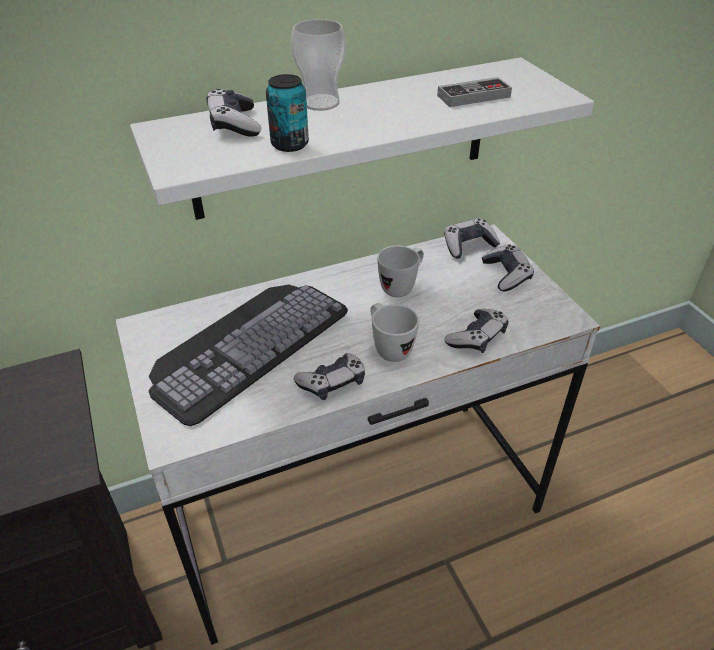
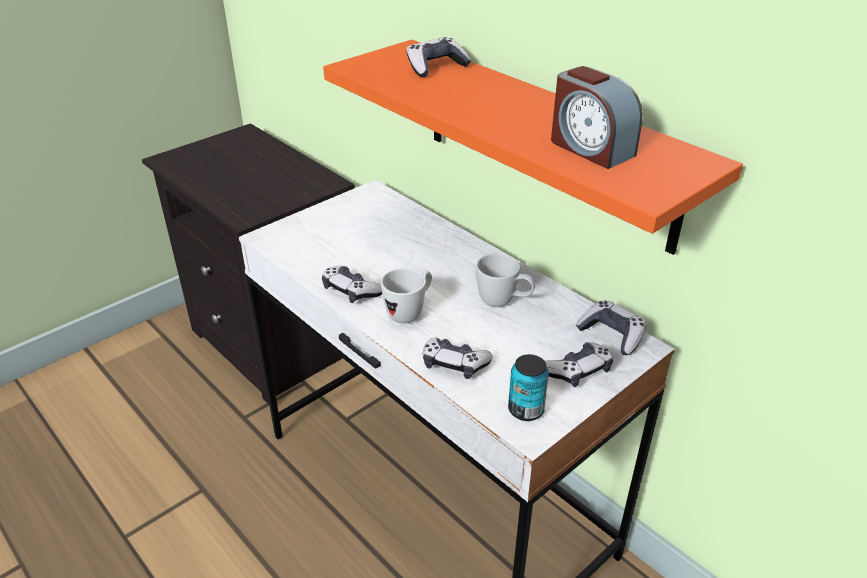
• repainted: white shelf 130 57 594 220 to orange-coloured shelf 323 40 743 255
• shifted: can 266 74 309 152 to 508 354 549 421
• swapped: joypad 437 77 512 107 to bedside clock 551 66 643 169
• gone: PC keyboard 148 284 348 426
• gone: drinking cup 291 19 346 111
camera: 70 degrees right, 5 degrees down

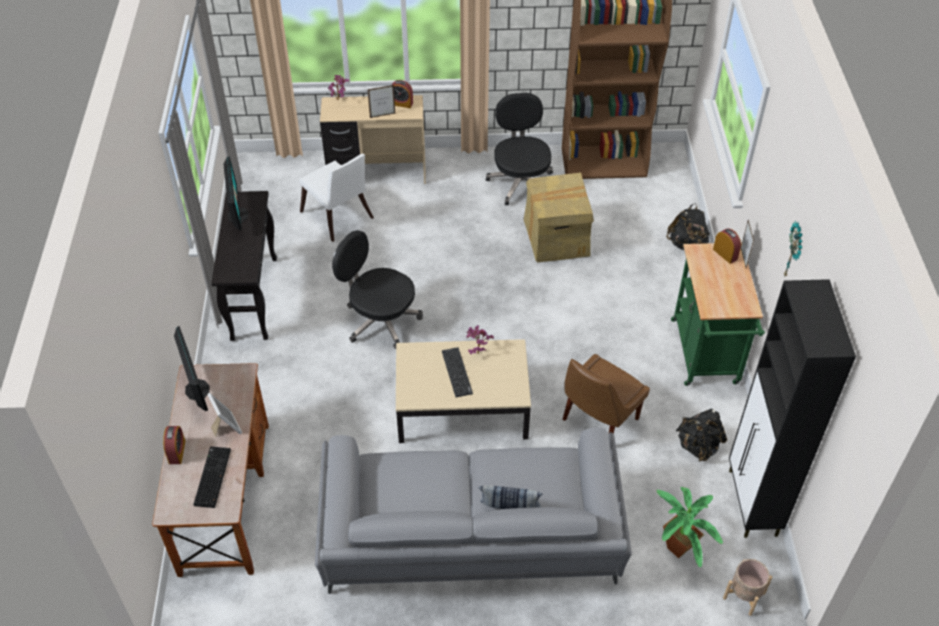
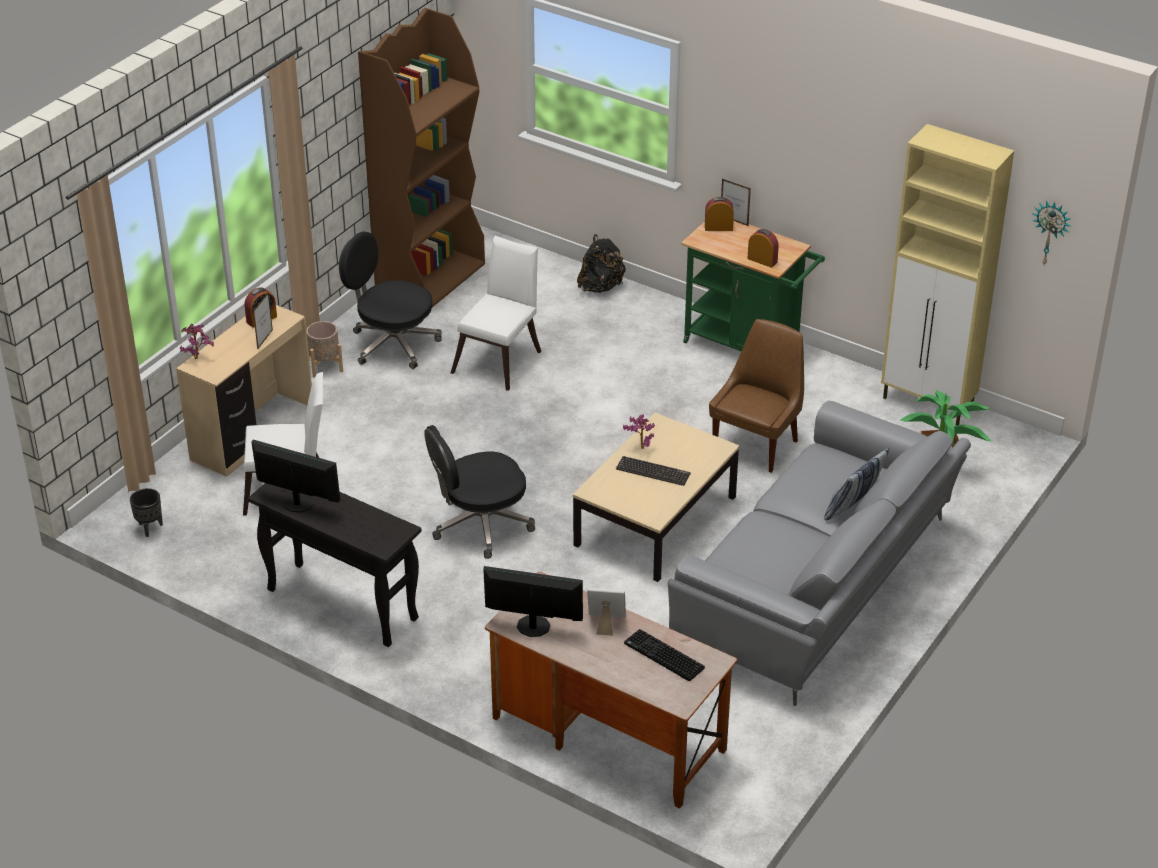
• new: blackish planter 130 488 163 537
• shifted: sand-coloured planter 723 559 772 616 to 306 321 343 377
• swapped: carton 523 173 594 262 to white plain chair 451 236 541 391
• rotated: brownish plain chair 563 354 650 434 = 709 319 804 473 135 degrees counterclockwise
• shifted: bedside clock 163 426 185 464 to 747 229 779 268
• repainted: blackish cupboard 729 279 856 538 to sand-coloured cupboard 881 124 1014 425
• shifted: clock on the wall 784 220 802 278 to 1033 201 1071 265
• gone: blackish knapsack 676 409 727 462
camera: 55 degrees left, 10 degrees down

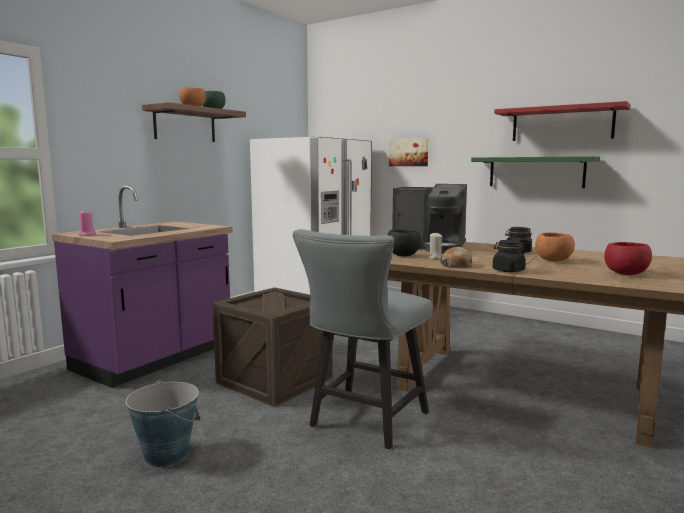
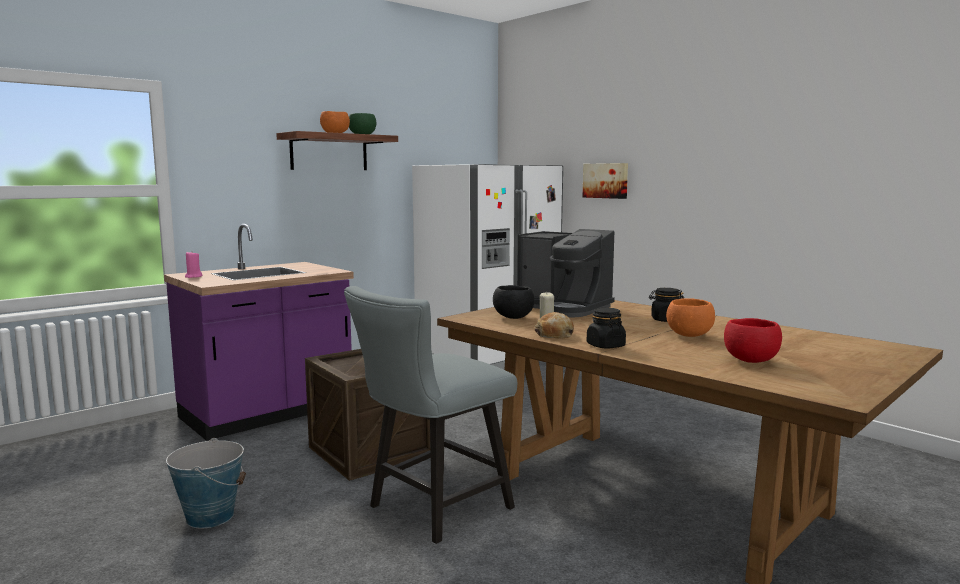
• gone: green-coloured shelf 471 156 600 188
• gone: red-coloured shelf 494 101 630 141
camera: 15 degrees right, 0 degrees up

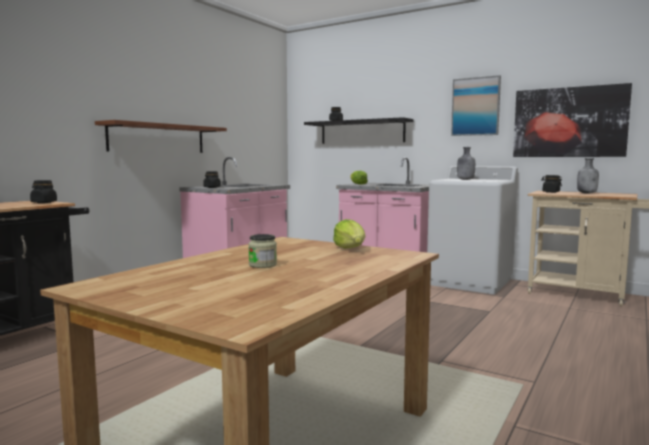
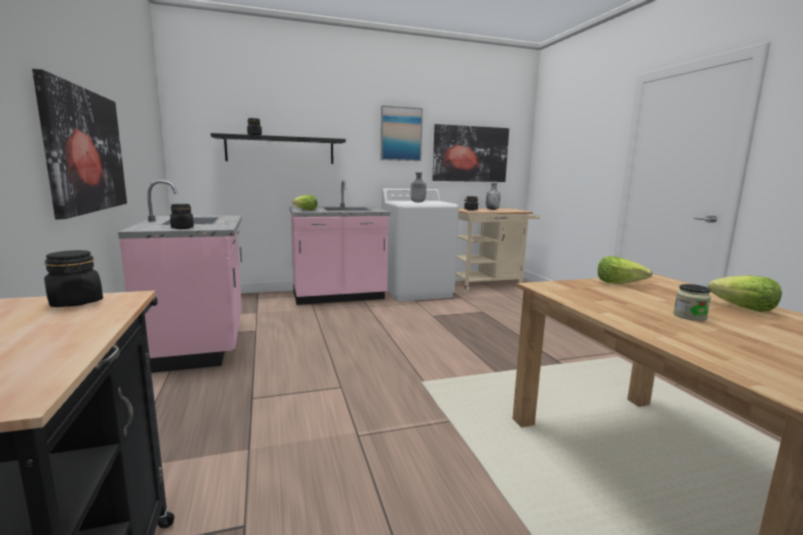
• swapped: brownish shelf 95 120 227 153 to wall picture 32 69 127 219
• new: lettuce head 708 275 782 312
camera: 50 degrees left, 5 degrees up

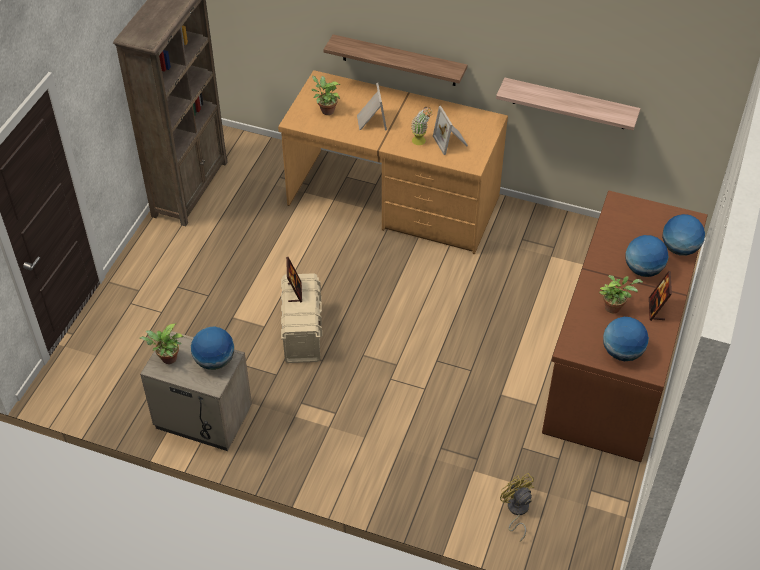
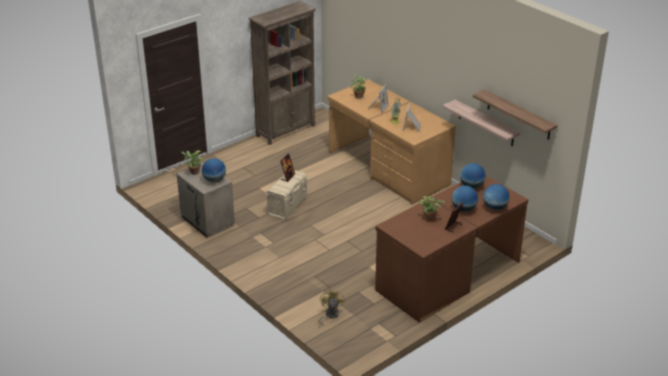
• shifted: world globe 603 317 649 361 to 460 163 486 189
• shifted: shelf 324 34 467 86 to 473 89 558 140
camera: 30 degrees right, 15 degrees down

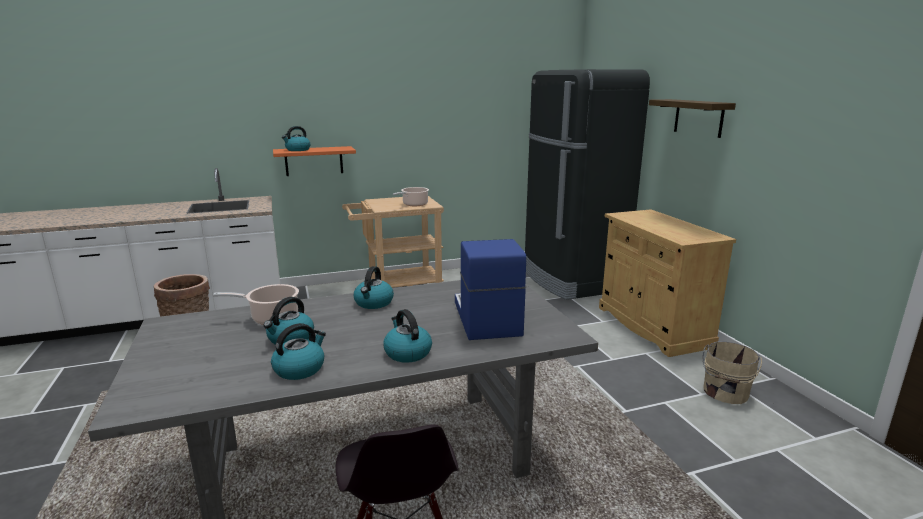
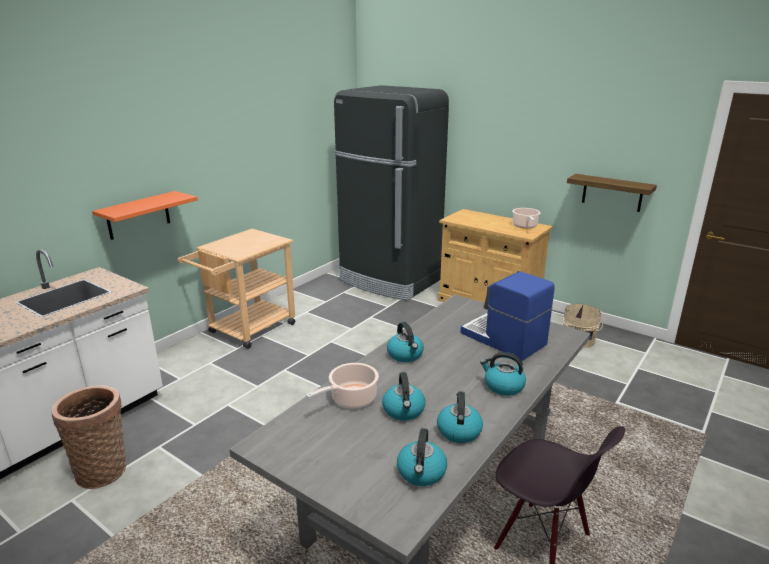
• shifted: tea kettle 282 126 310 151 to 397 428 447 486
• shifted: saucepot 393 187 429 206 to 512 208 541 229
• shifted: shelf 649 99 736 138 to 567 174 657 212
camera: 35 degrees left, 5 degrees up

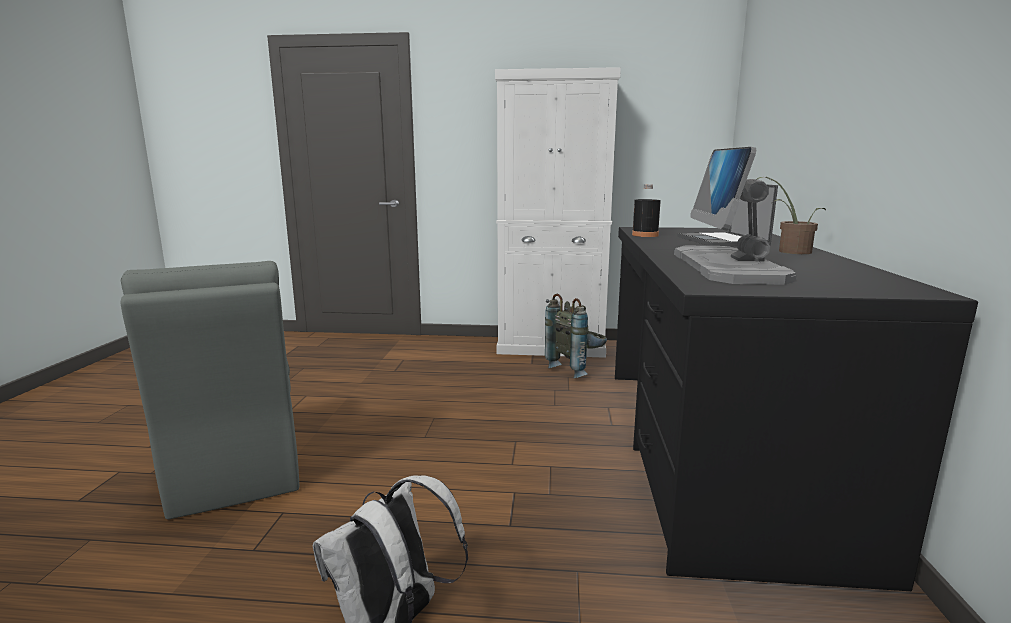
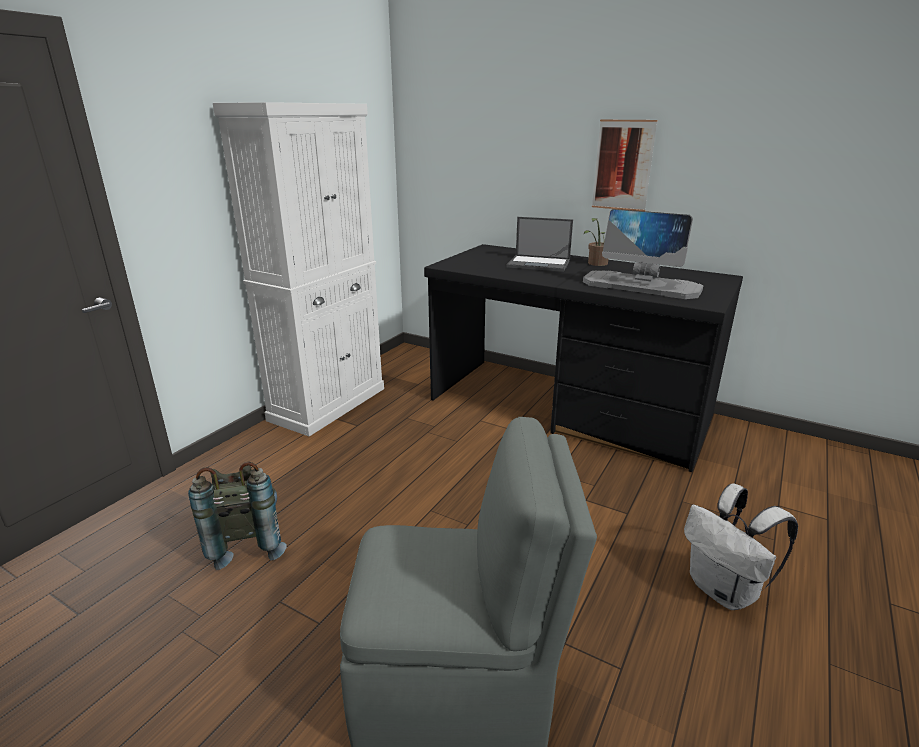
• shifted: gray knapsack 545 294 607 379 to 188 462 287 570
• new: wall picture 592 120 657 211
• gone: blackish beverage bottle 632 184 661 237
camera: 65 degrees left, 10 degrees up

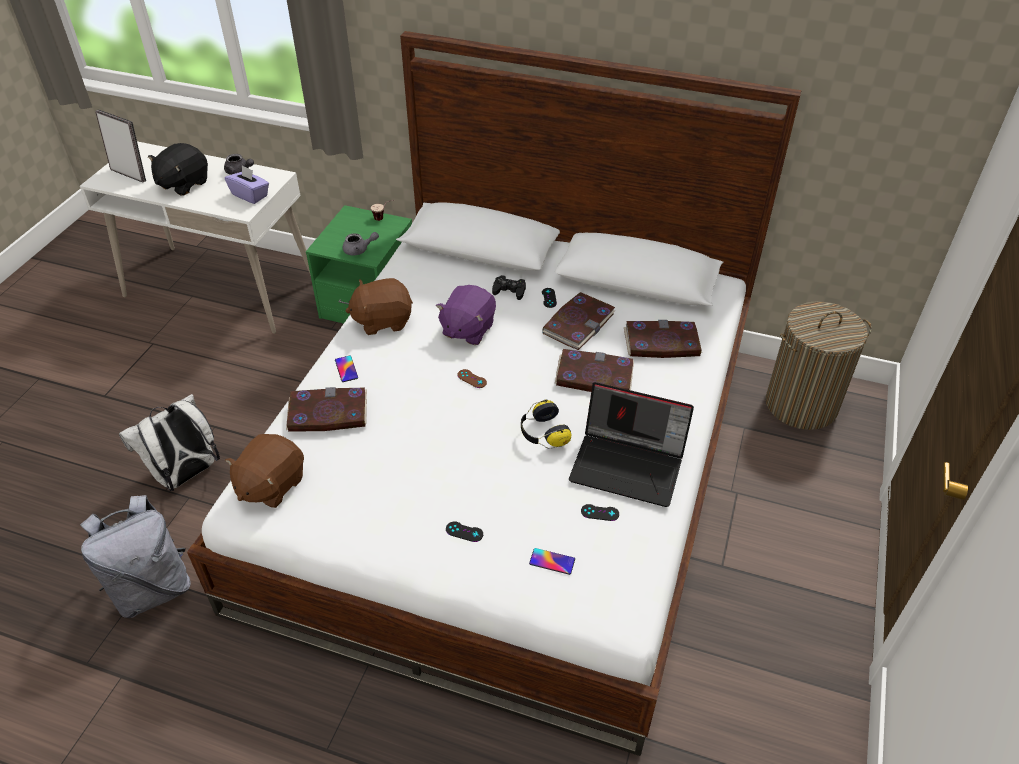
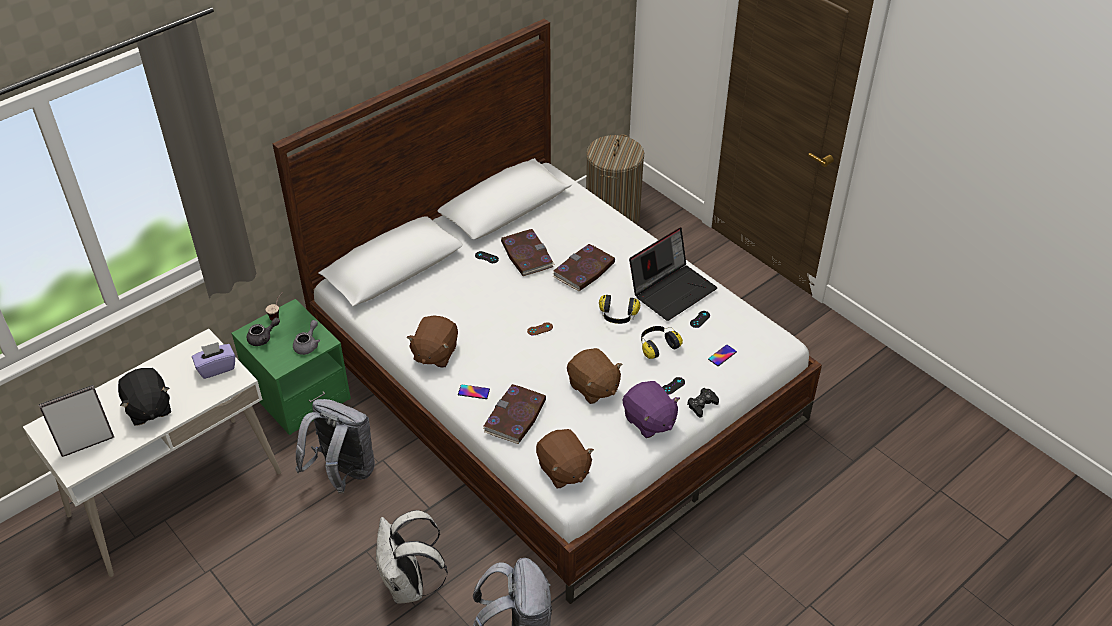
• shifted: gray tea pot 224 154 254 175 to 247 318 280 346
• new: gray knapsack 295 399 375 494
• new: brownish cuddly toy 567 348 622 404
• shifted: purplish cuddly toy 436 285 496 345 to 623 381 680 438
• new: headset 641 326 683 359
• shifted: blackish joypad 492 275 526 300 to 687 388 719 418
• gone: bound book 624 320 702 358
camera: 60 degrees left, 0 degrees up

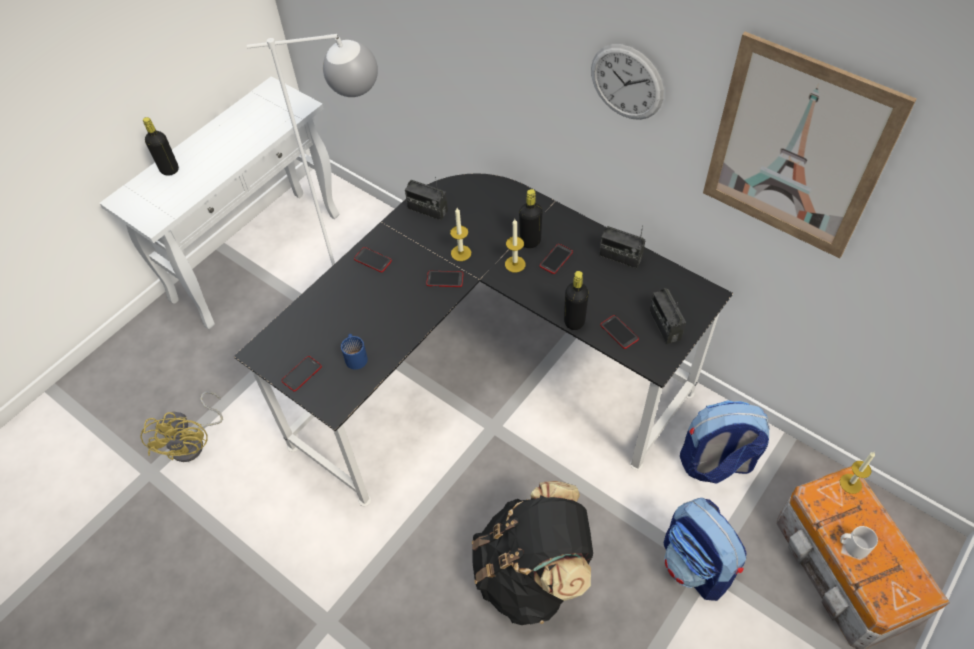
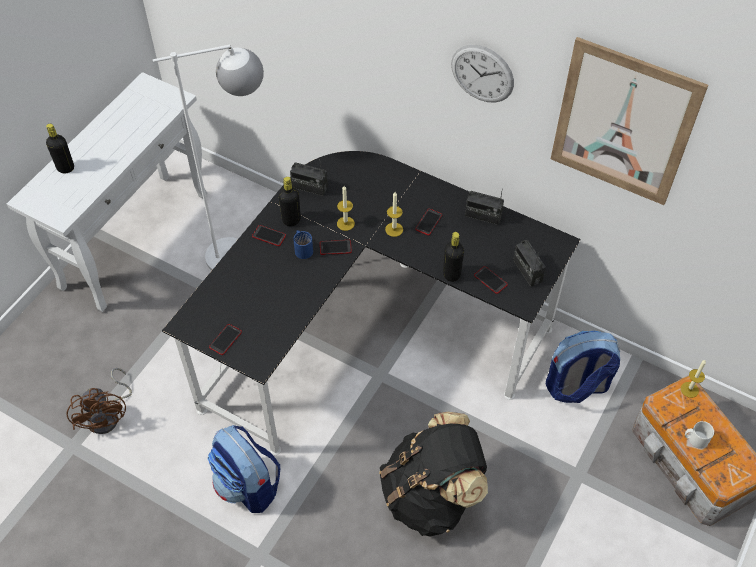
• repainted: yellowish electric fan 141 391 223 462 to brownish electric fan 66 368 132 434
• shifted: knapsack 664 498 747 601 to 207 425 280 513
• shifted: blackish beverage bottle 519 189 543 248 to 279 177 301 226
• shifted: bluish mug 341 334 368 370 to 293 230 313 259
camera: 10 degrees left, 0 degrees up

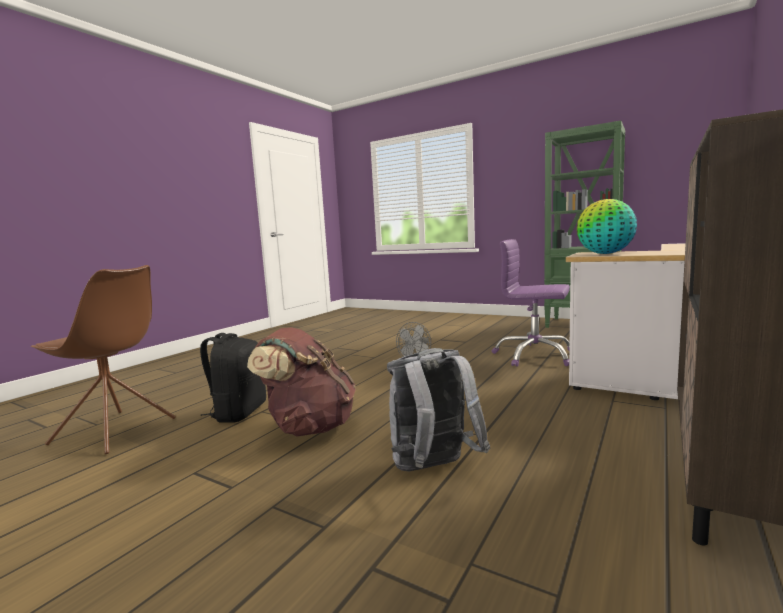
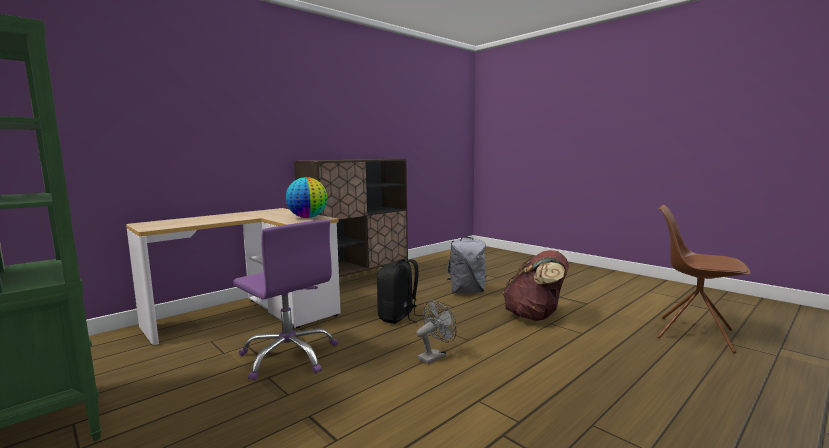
• shifted: blackish knapsack 200 333 266 422 to 377 259 424 324
camera: 165 degrees left, 0 degrees up

